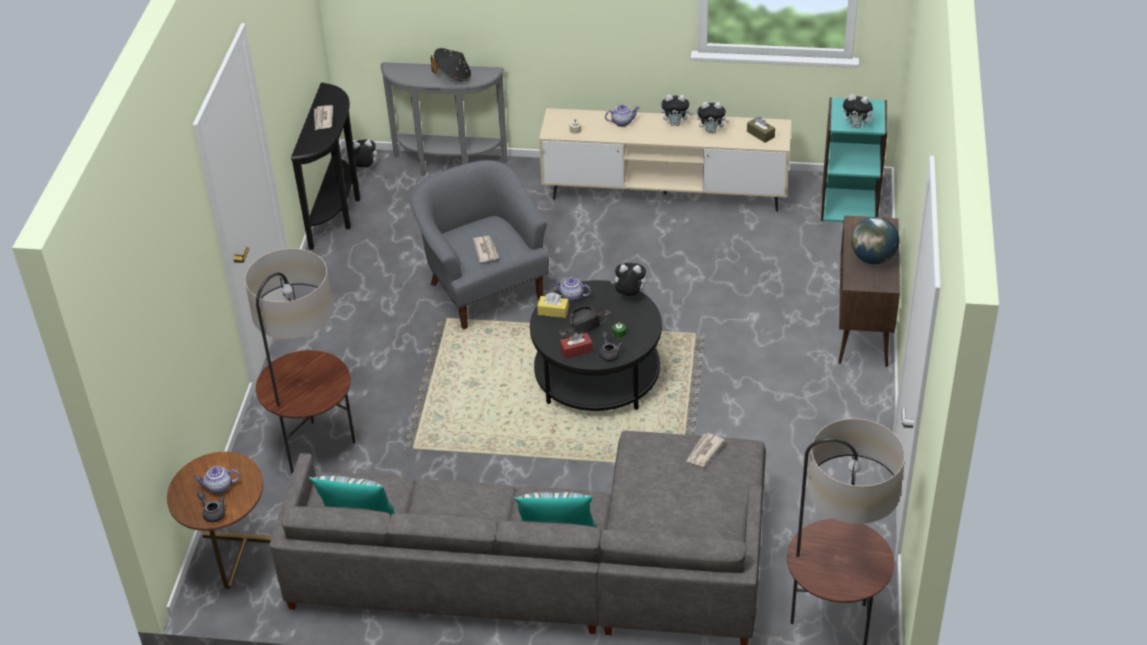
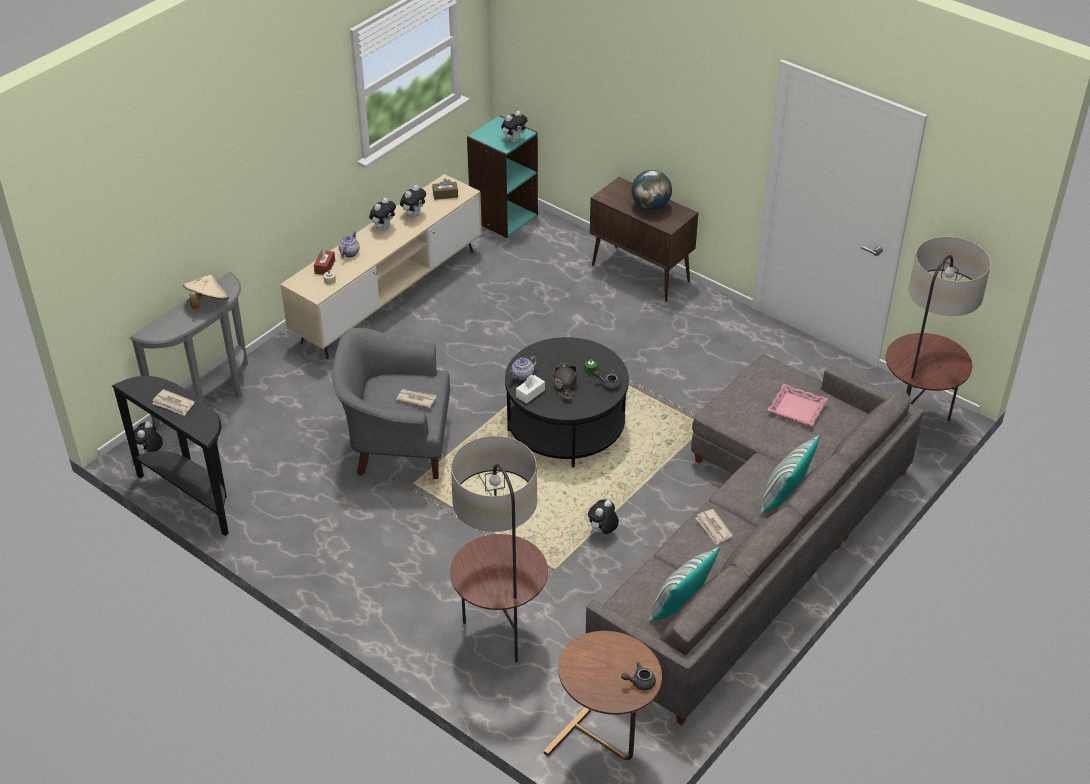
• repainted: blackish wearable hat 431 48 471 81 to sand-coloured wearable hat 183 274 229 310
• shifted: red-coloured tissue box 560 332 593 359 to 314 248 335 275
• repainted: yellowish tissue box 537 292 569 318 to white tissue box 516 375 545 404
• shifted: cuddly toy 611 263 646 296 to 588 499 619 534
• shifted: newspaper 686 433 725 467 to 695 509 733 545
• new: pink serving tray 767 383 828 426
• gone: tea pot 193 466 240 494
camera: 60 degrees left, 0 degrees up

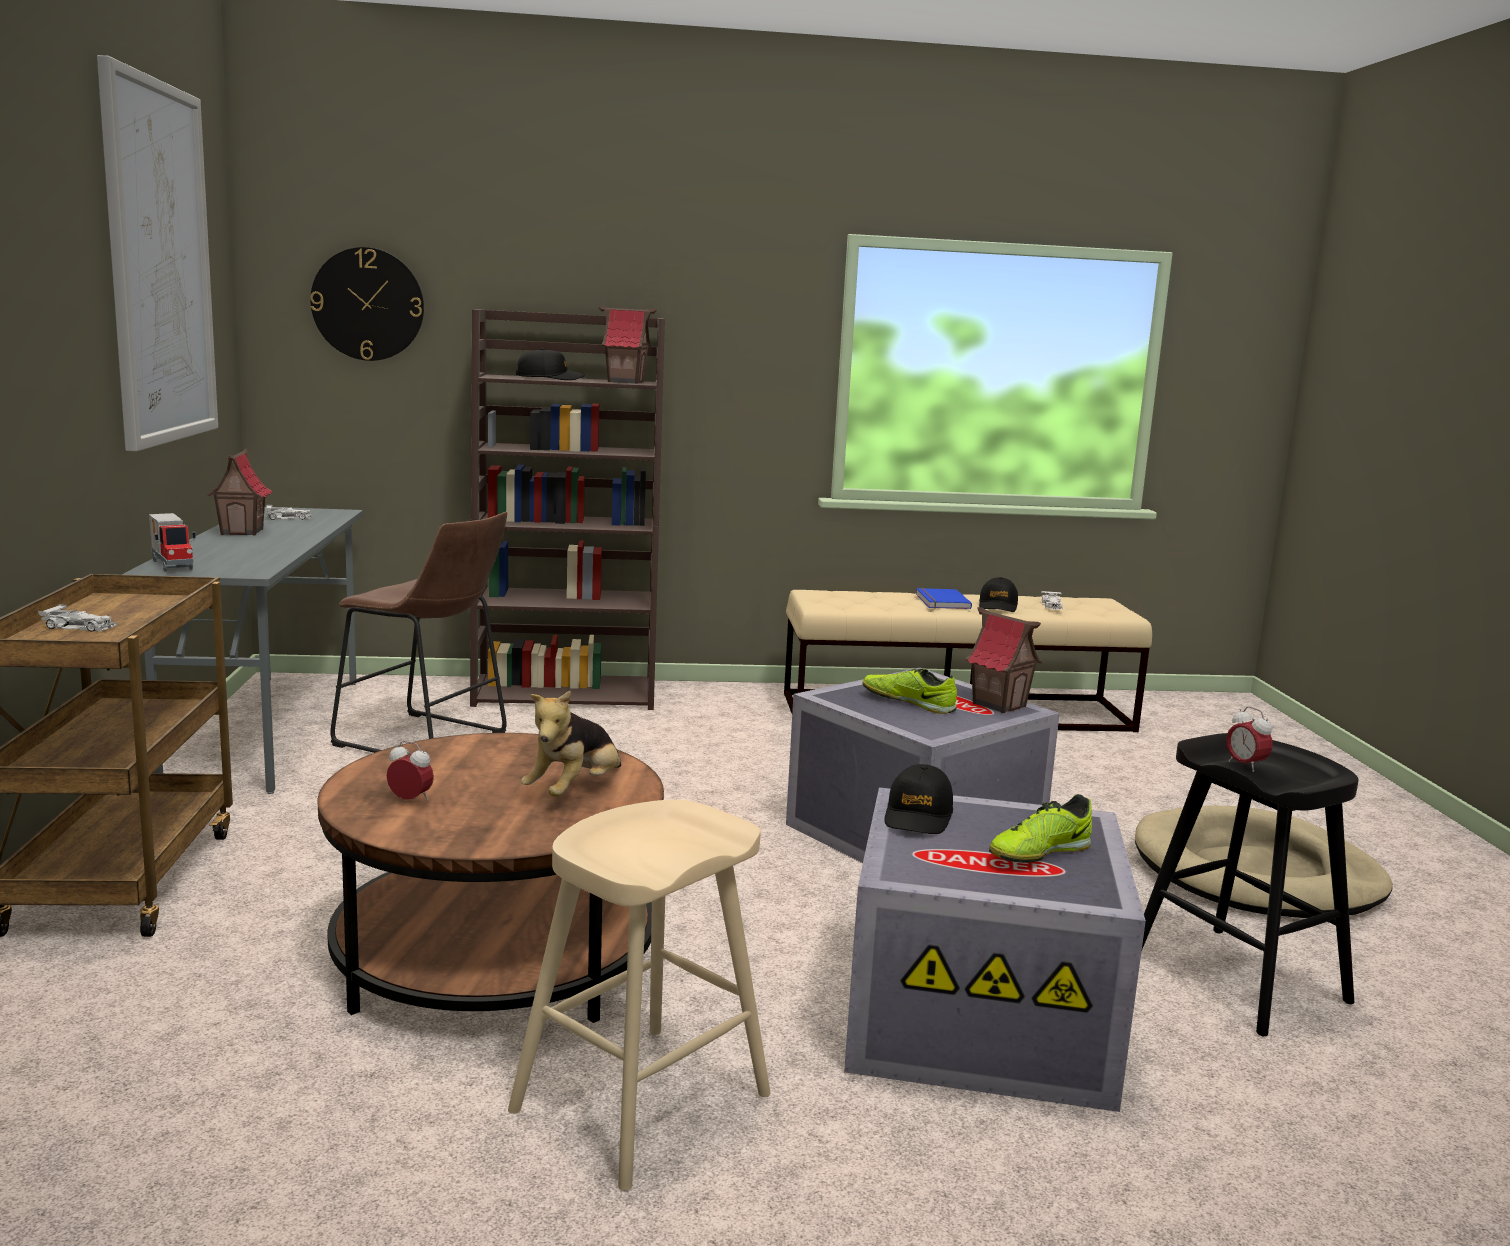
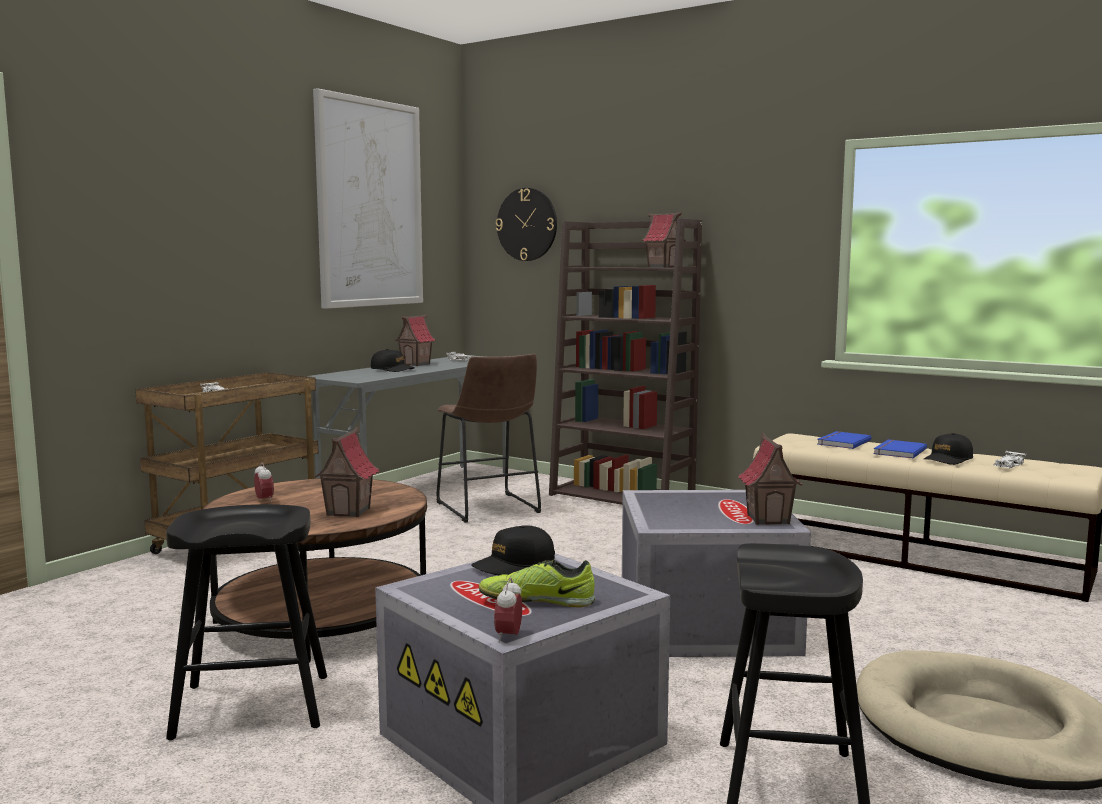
• repainted: sand-coloured sitting stool 508 800 771 1191 to blackish sitting stool 166 504 327 740
• swapped: cuddly toy 521 691 621 797 to miniature house 314 427 379 517
• shifted: blackish baseball cap 516 349 585 380 to 371 349 415 372
• shifted: bedside clock 1226 706 1273 772 to 494 578 522 643
• new: bluish bound book 817 431 871 449
• gone: model truck 149 513 196 572
• gone: shoe 862 669 957 714
camera: 40 degrees right, 5 degrees down

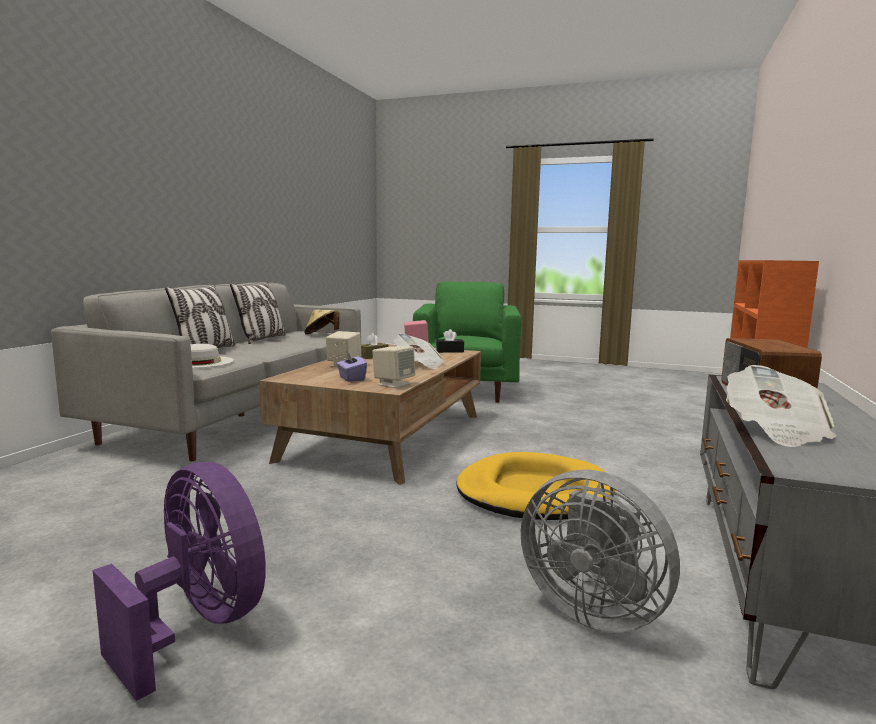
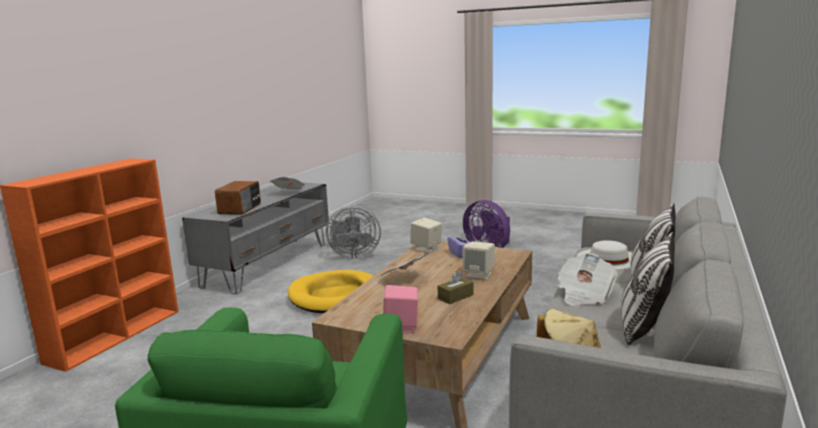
• rotated: gray electric fan 521 470 680 633 = 326 205 381 259 135 degrees clockwise
• new: newspaper 557 253 618 306
• gone: blackish tissue box 436 329 464 353
camera: 175 degrees left, 5 degrees up

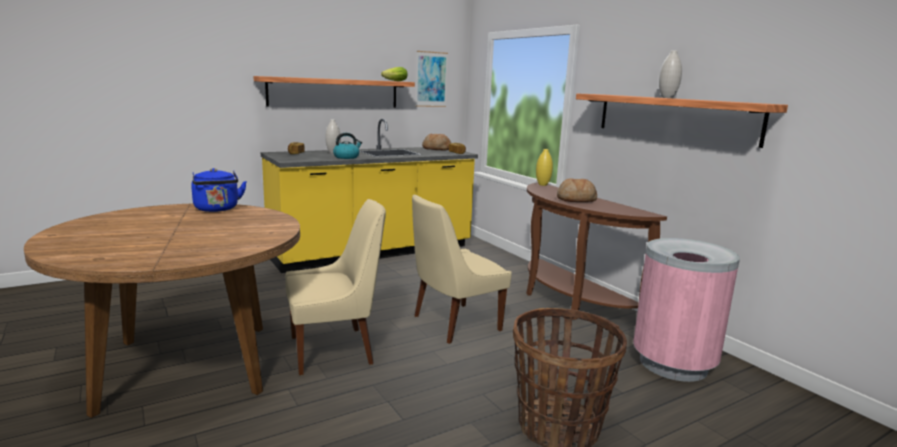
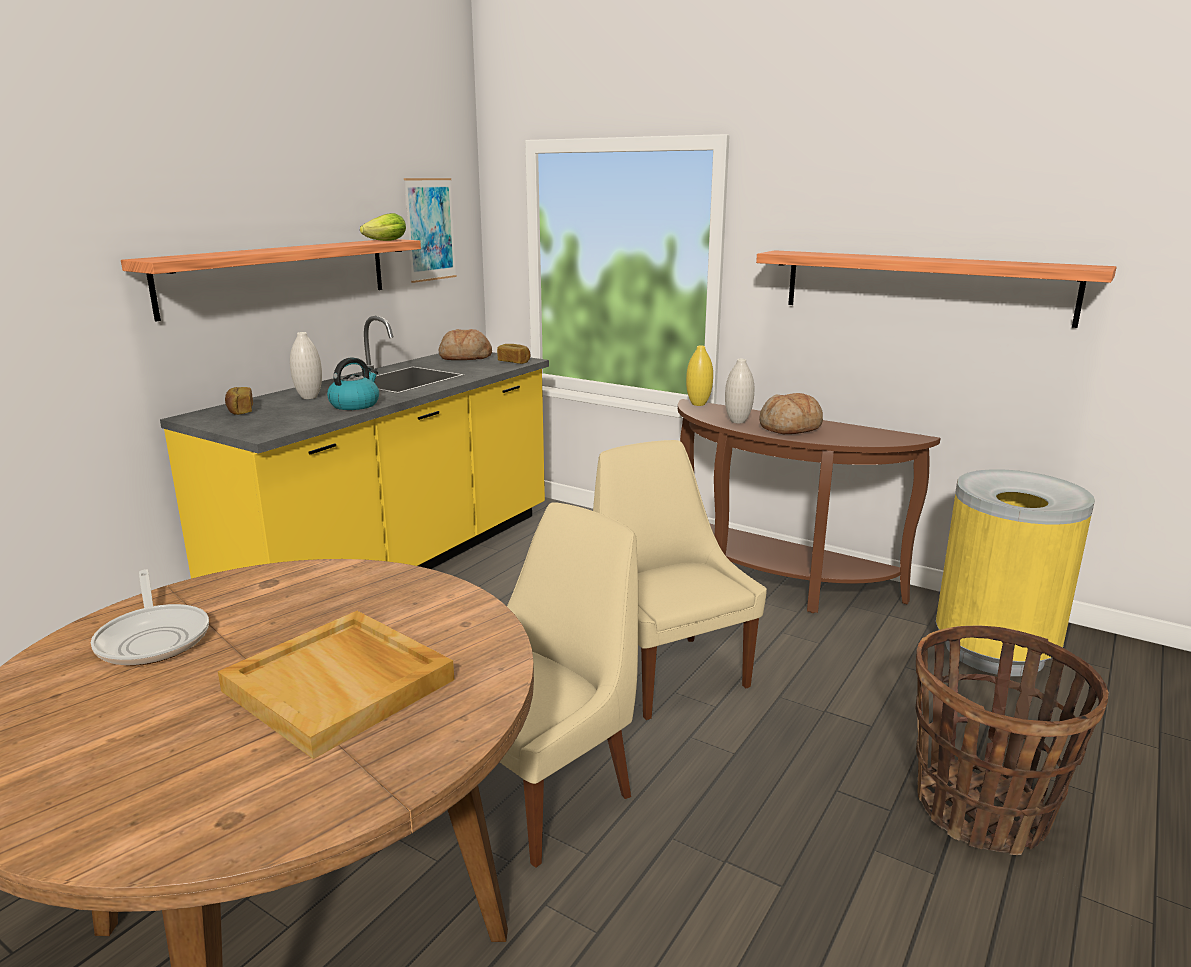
• new: frying pan 91 569 209 665
• new: sand-coloured serving tray 218 611 454 759
• rotated: sand-coloured plain chair 412 194 512 344 = 593 440 767 720 120 degrees clockwise
• shifted: white decorative vase 659 50 682 98 to 725 359 754 423
• repainted: pink waste bin 633 238 740 382 to yellowish waste bin 936 469 1095 676
• gone: bluish tea kettle 191 168 247 212
camera: 25 degrees left, 5 degrees up

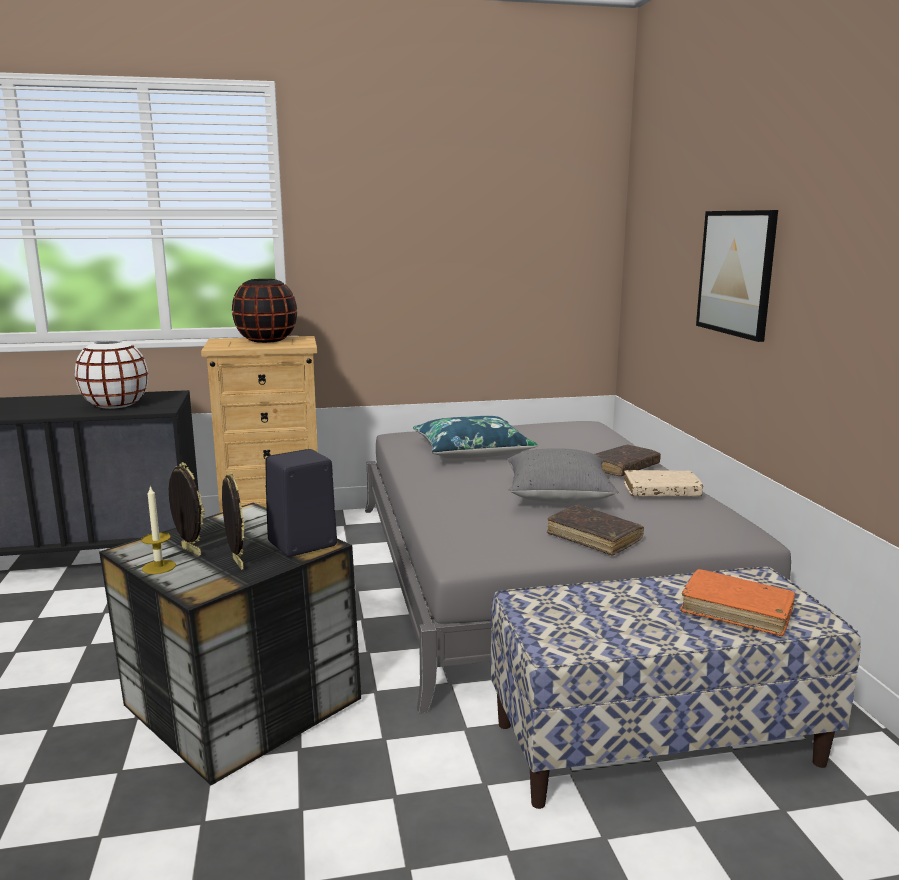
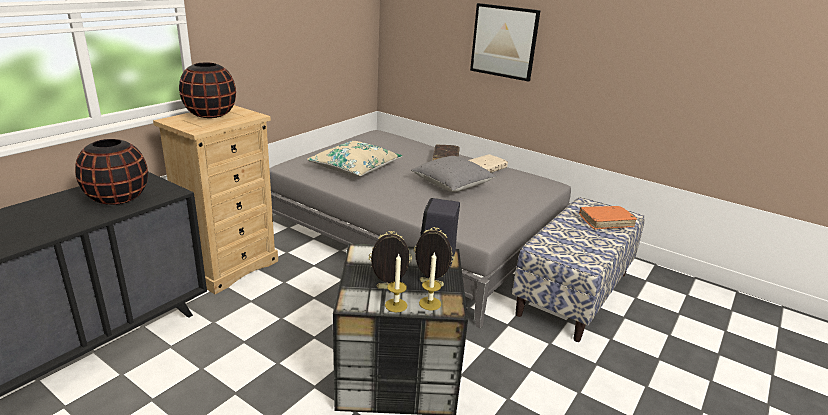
• repainted: white decorative vase 75 340 148 409 to blackish decorative vase 75 139 148 205
• repainted: bluish pillow 413 416 538 459 to sand-coloured pillow 307 141 402 177
• new: candle 419 252 441 310
• gone: brownish bound book 547 505 644 556
camera: 45 degrees left, 10 degrees up

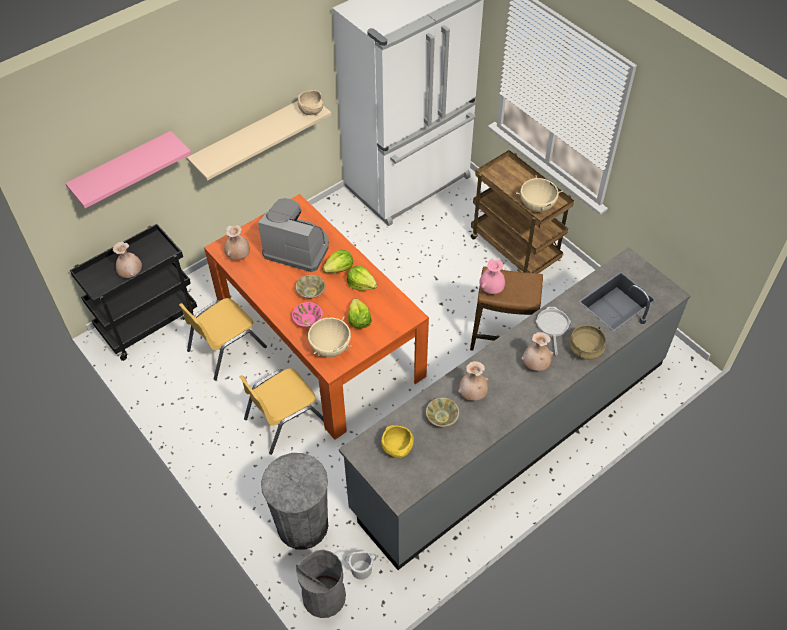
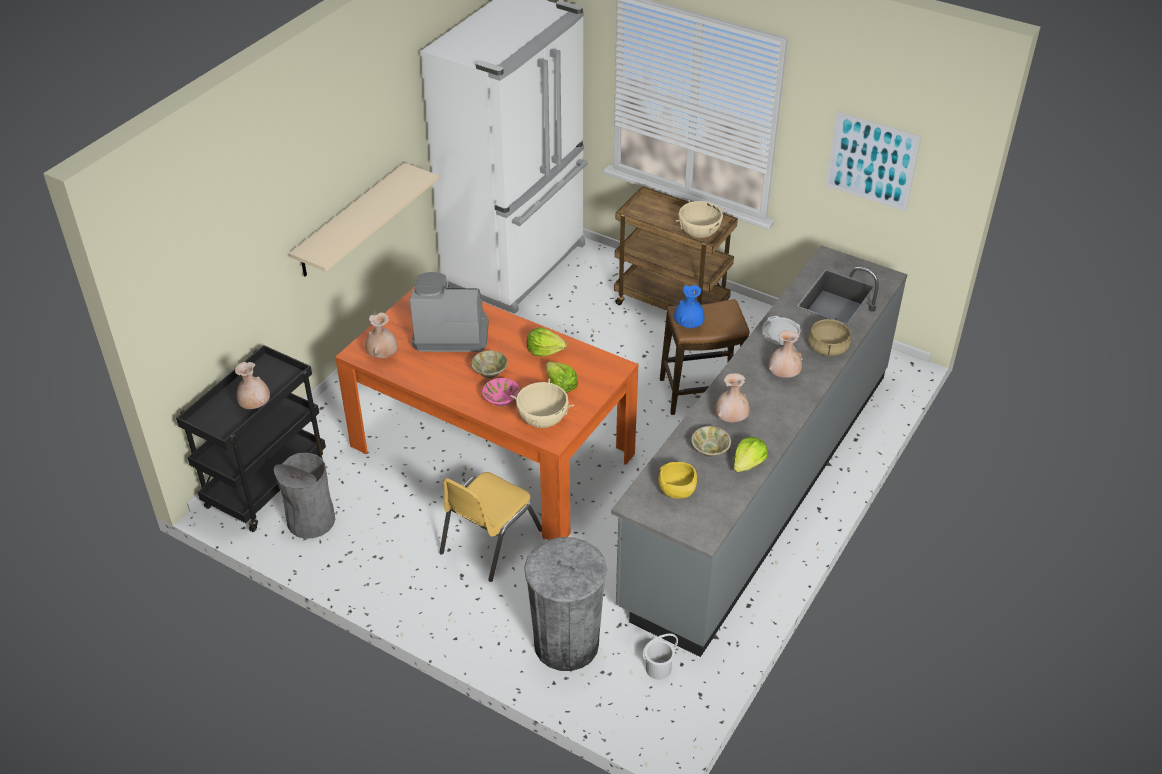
• shifted: gray waste bin 296 550 346 618 to 274 453 335 539
• repainted: pink decorative vase 479 259 505 294 to bluish decorative vase 674 285 704 328
• shifted: lettuce head 323 250 353 273 to 734 437 768 472
• new: wall picture 826 111 921 212
• gone: pink shelf 65 131 191 208
• gone: yellowish plain chair 179 298 267 380
• gone: sand-coloured bowl 298 90 324 115
camera: 20 degrees left, 10 degrees down

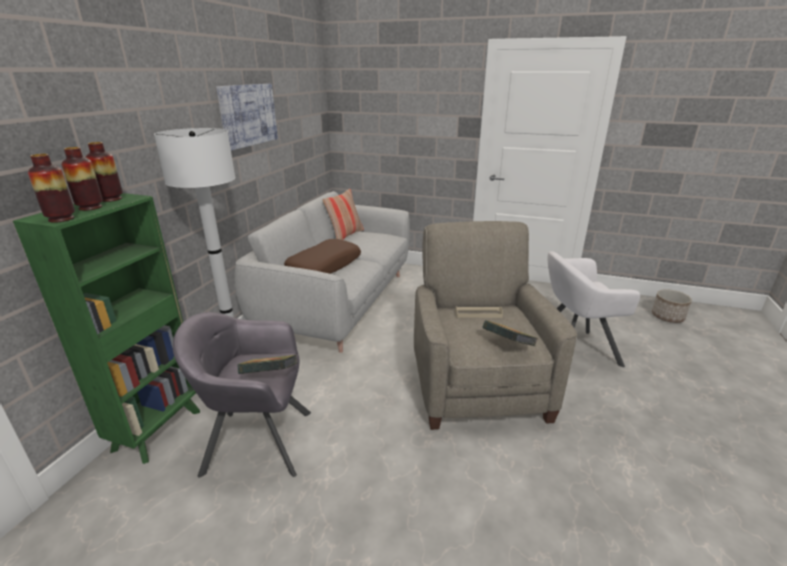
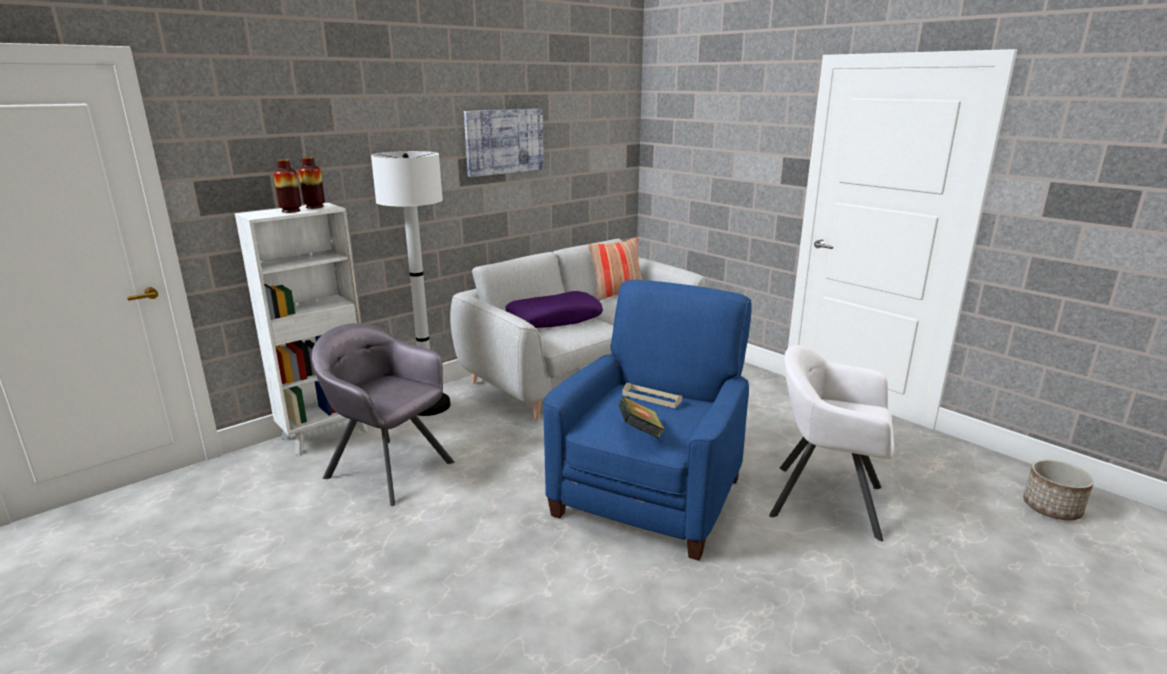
• repainted: green-coloured shelving unit 13 193 200 464 to white shelving unit 235 203 368 455
• repainted: brownish pillow 284 239 361 274 to purplish pillow 506 291 603 328
• repainted: sand-coloured armchair 414 221 577 430 to bluish armchair 543 280 752 561
• gone: decorative vase 28 154 75 223
• gone: bound book 237 355 298 374
camera: 30 degrees right, 5 degrees down

